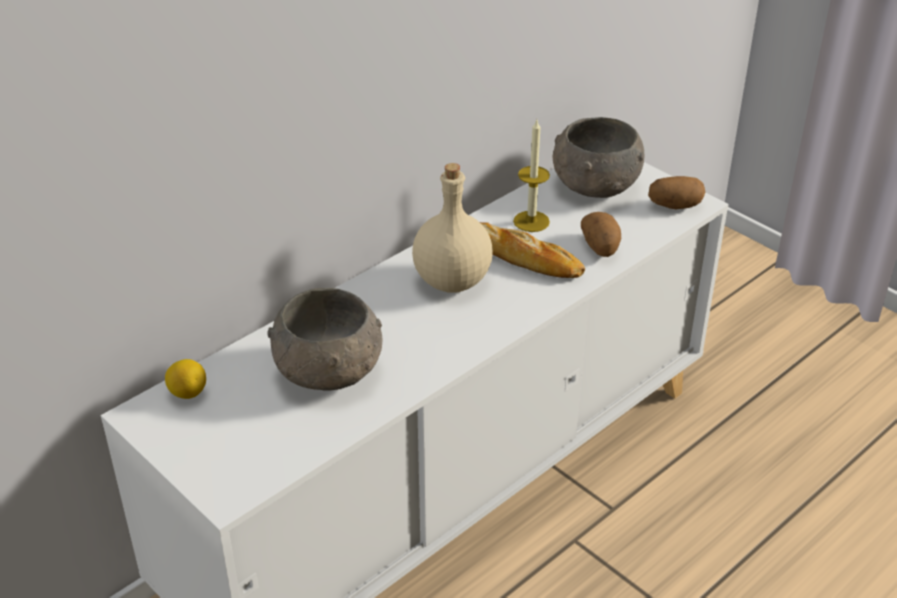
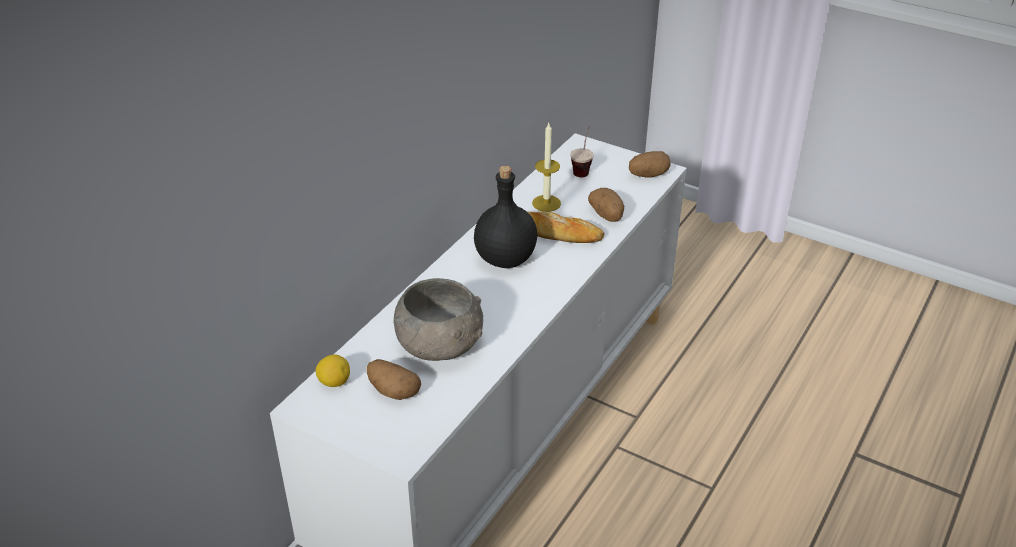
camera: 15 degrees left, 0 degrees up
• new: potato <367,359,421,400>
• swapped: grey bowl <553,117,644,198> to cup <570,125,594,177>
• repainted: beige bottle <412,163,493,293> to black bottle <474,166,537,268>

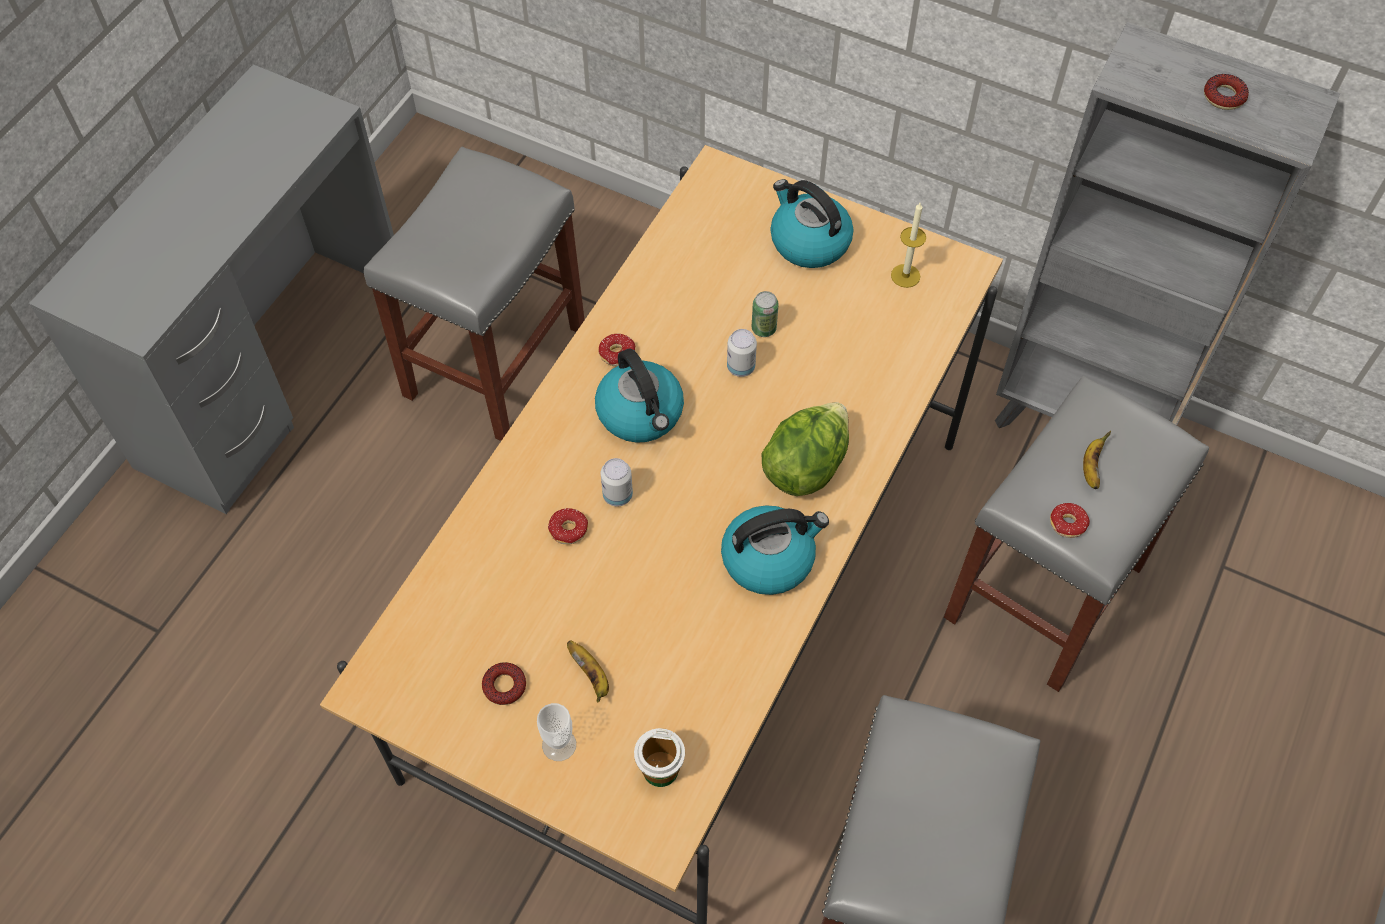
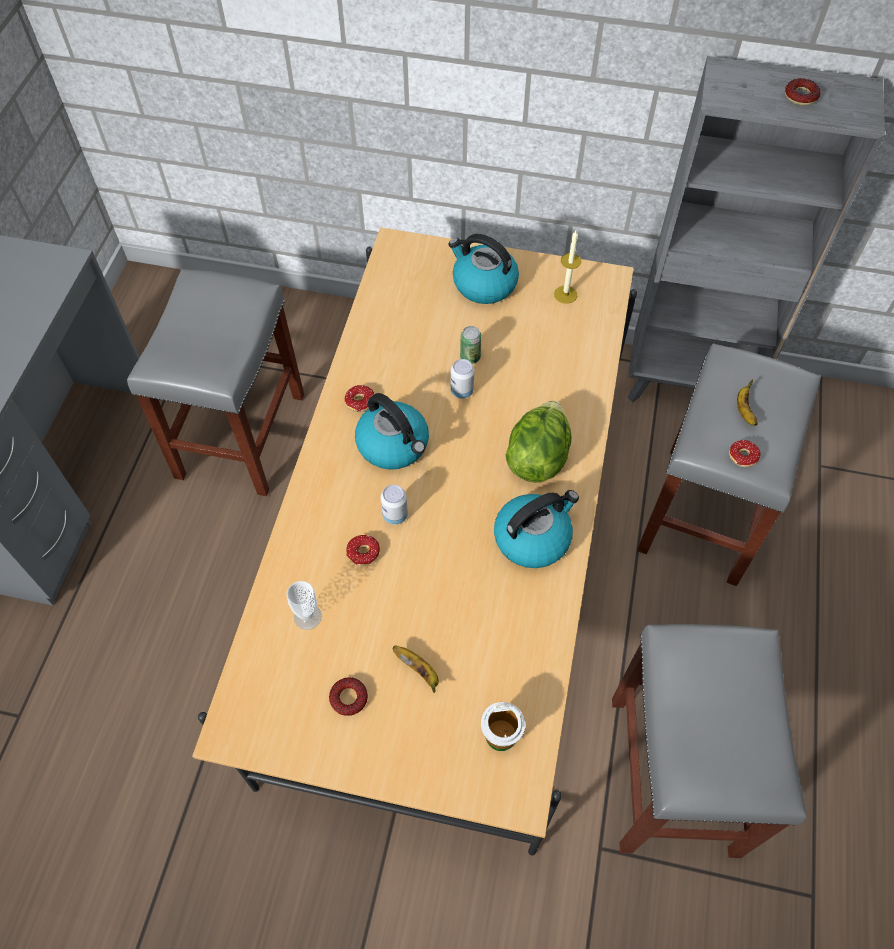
camera: 15 degrees left, 0 degrees up
• shifted: cup <537,703,576,761> to <286,581,322,630>

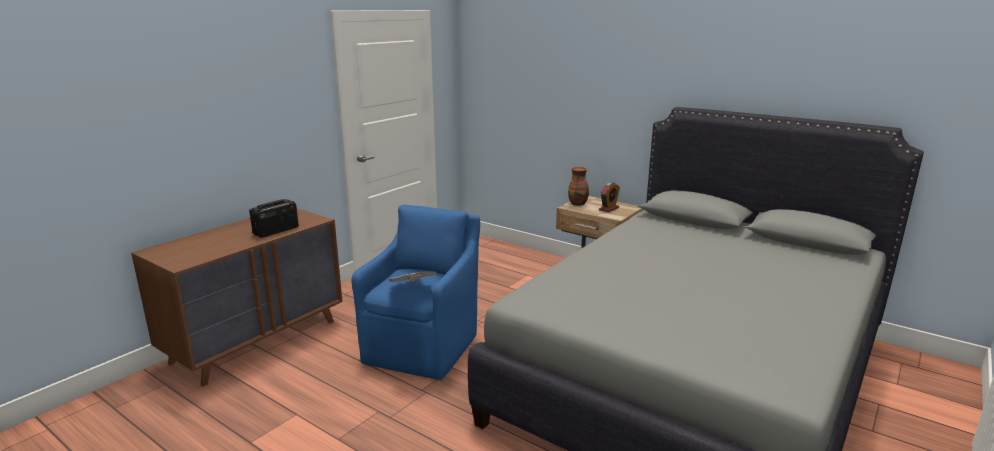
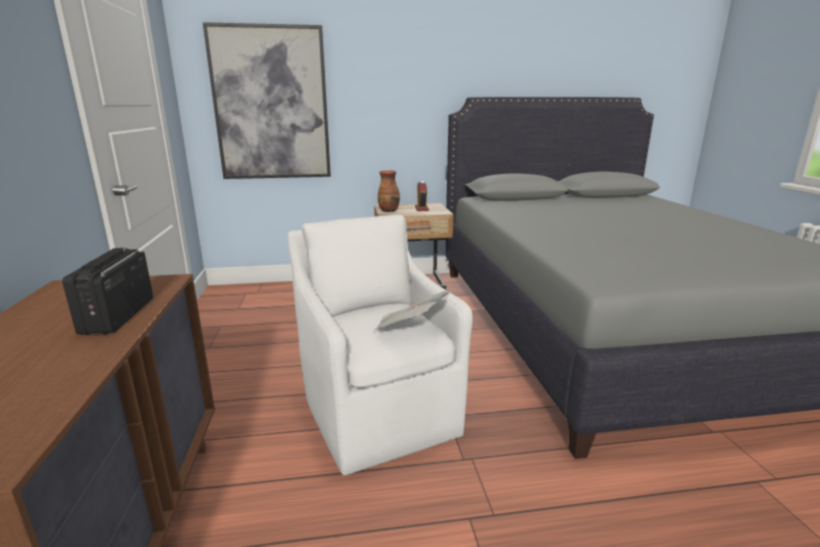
camera: 45 degrees left, 0 degrees up
• new: picture <203,22,331,179>
• repainted: blue armchair <352,204,480,380> to white armchair <287,214,473,475>

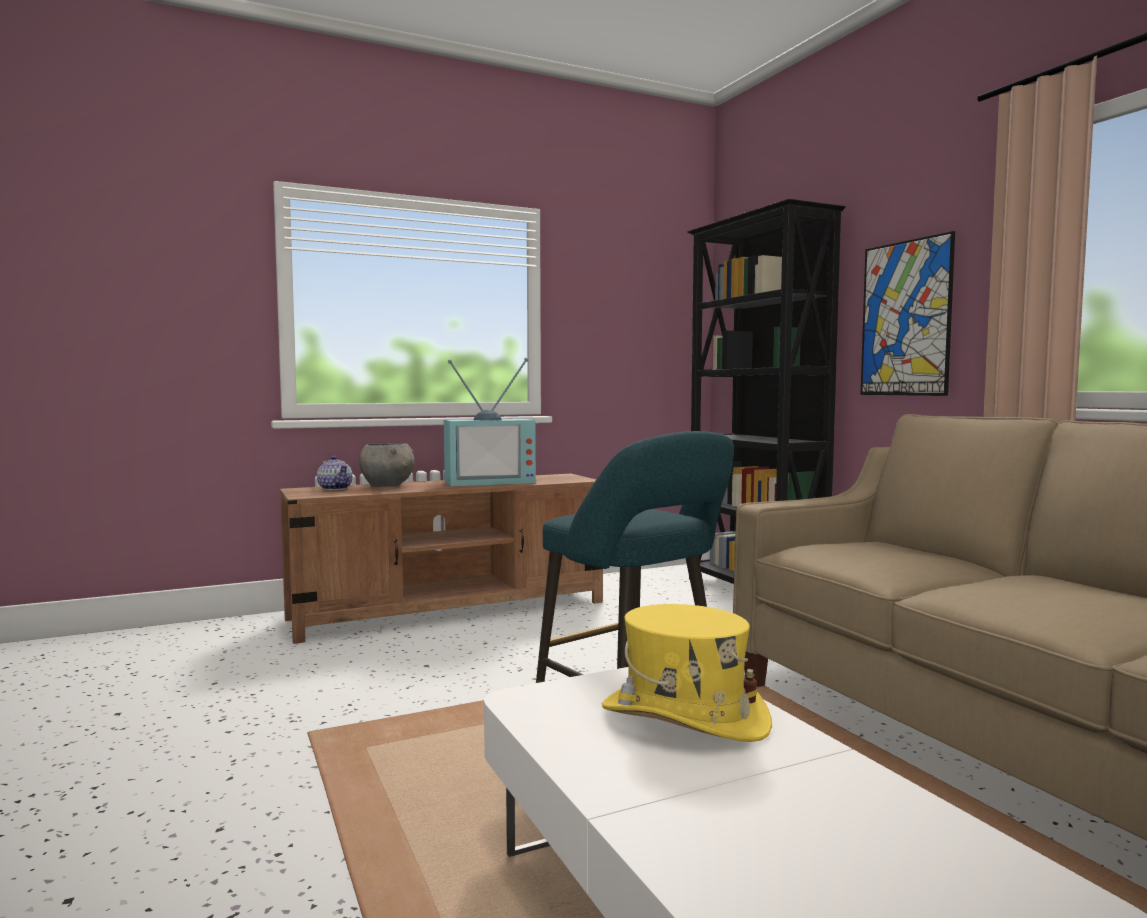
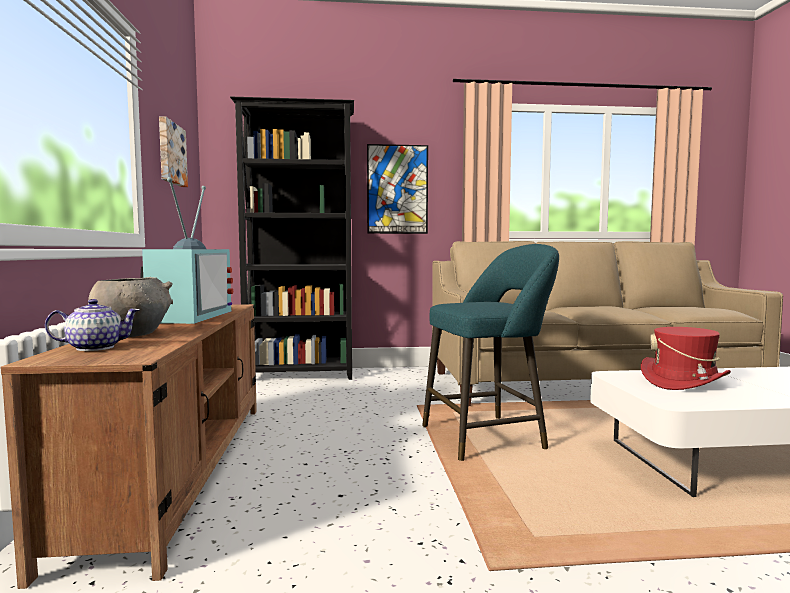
camera: 70 degrees left, 0 degrees up
• new: picture <159,116,188,187>
• repainted: yellow hat <602,604,772,742> to red hat <641,327,731,390>

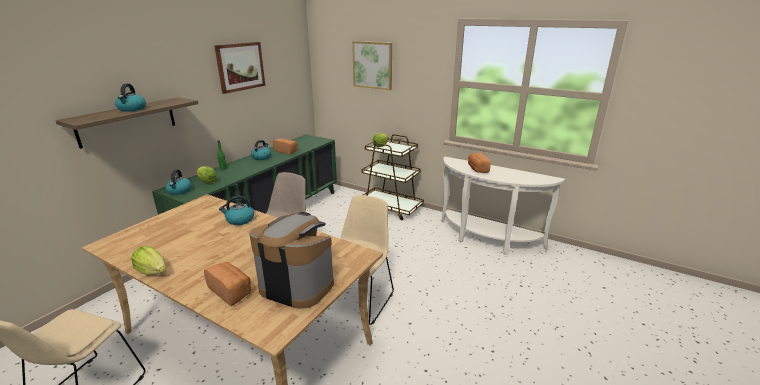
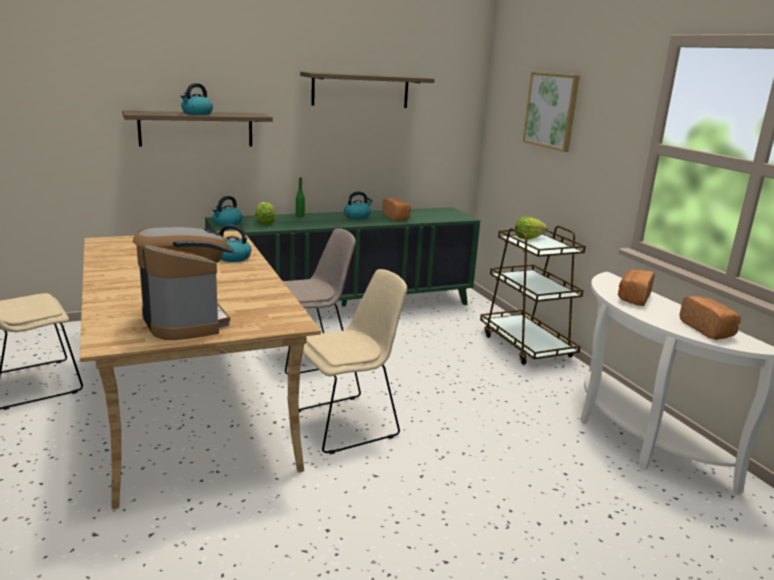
camera: 35 degrees right, 5 degrees down
• gone: lettuce <131,246,166,275>
• shifted: bread <204,262,251,306> to <679,296,741,340>
• swapped: picture <214,42,265,94> to shelf <300,72,435,108>

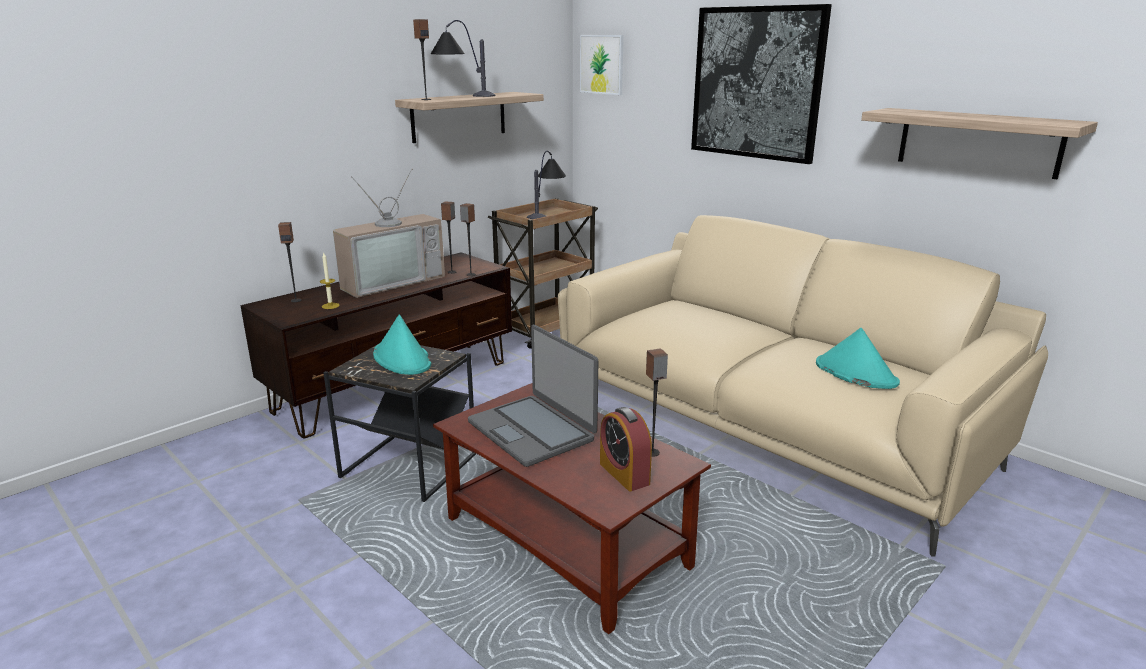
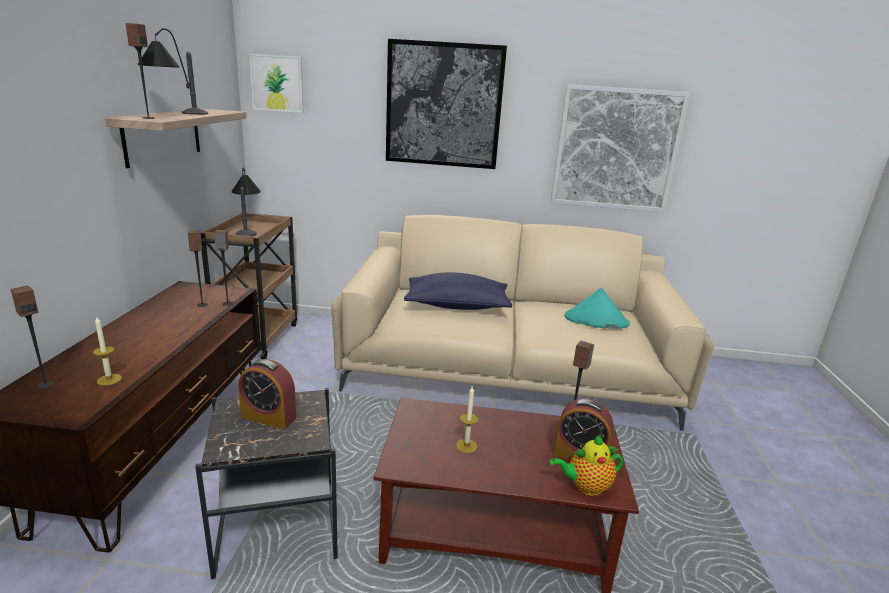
camera: 40 degrees left, 0 degrees up
• gone: television <333,169,445,298>
• new: blue pillow <404,272,512,310>
• new: teapot <550,435,623,496>
• swapped: turquoise hat <373,314,431,375> to alarm clock <238,359,296,430>
• swapped: laptop <468,325,598,467> to candle <456,386,479,453>
• swapped: shelf <861,108,1098,179> to picture <551,84,691,212>

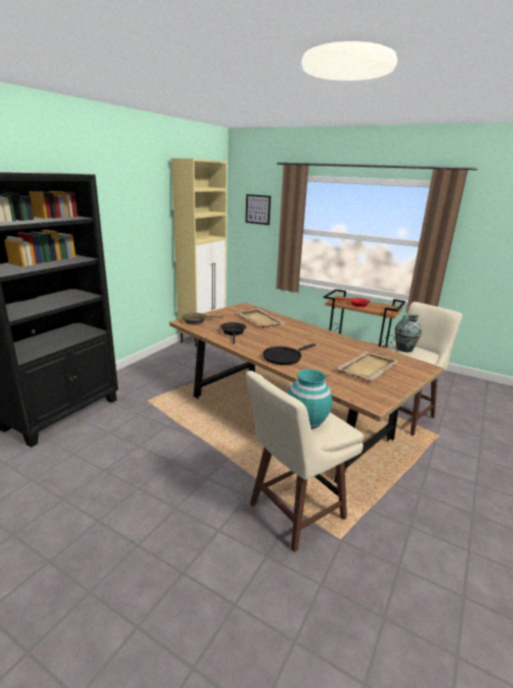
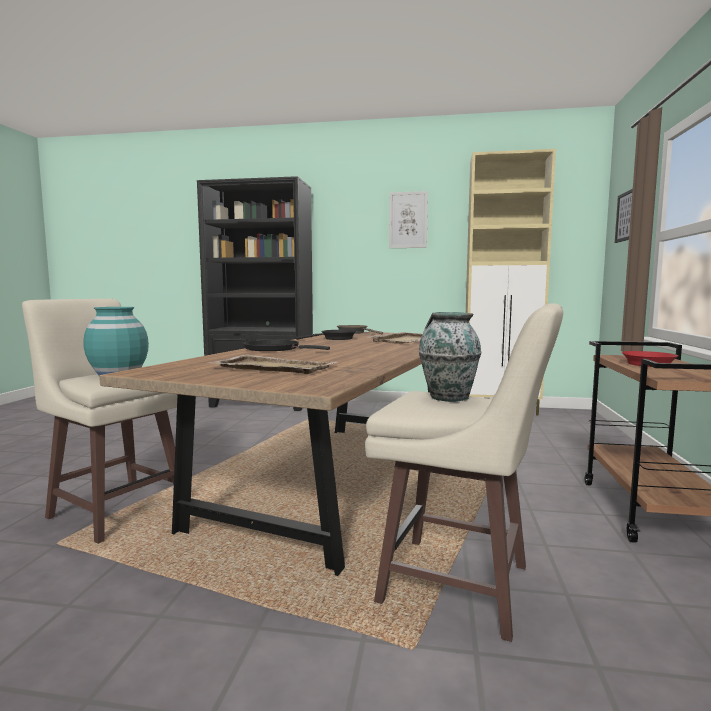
camera: 70 degrees right, 15 degrees down
• new: picture <389,191,428,248>

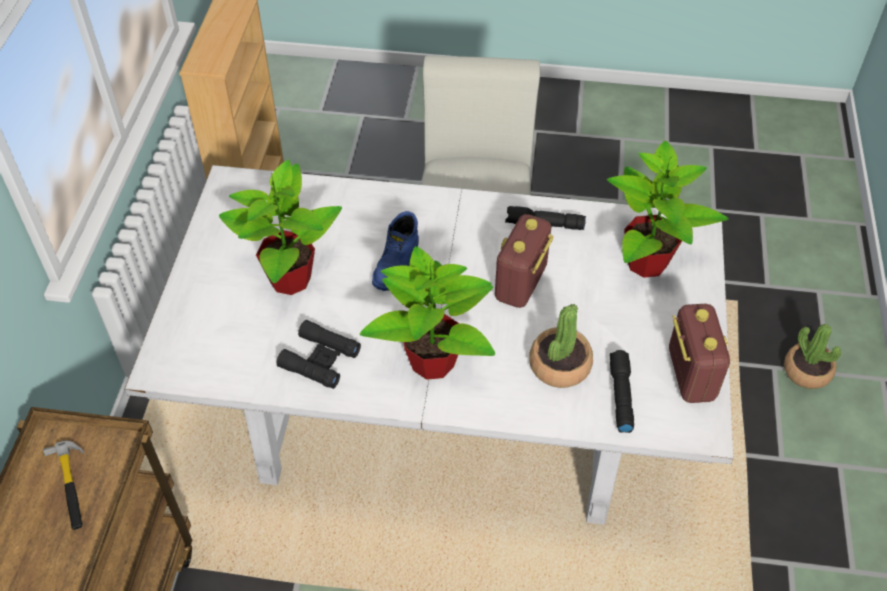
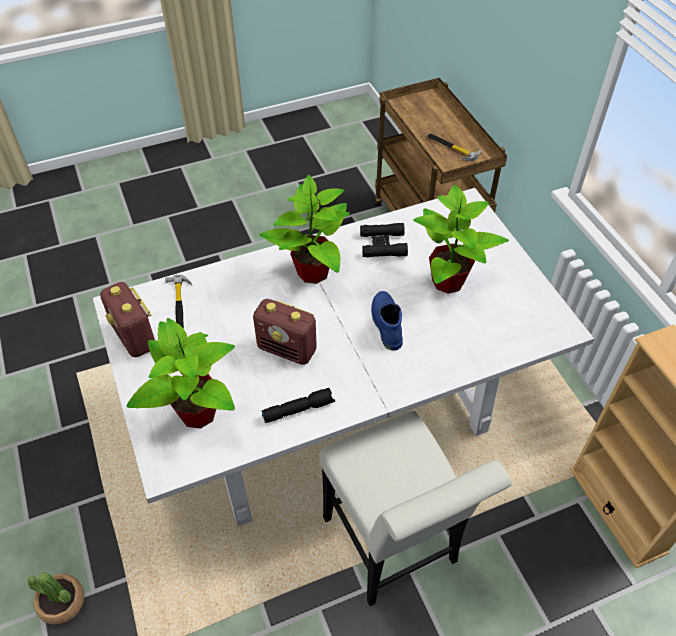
camera: 150 degrees right, 0 degrees up
• gone: potted plant <529,304,593,388>
• swapped: black flashlight <610,350,634,433> to hammer <165,275,192,328>
• rotated: radio <495,214,554,308> = <253,299,317,365> 120 degrees clockwise

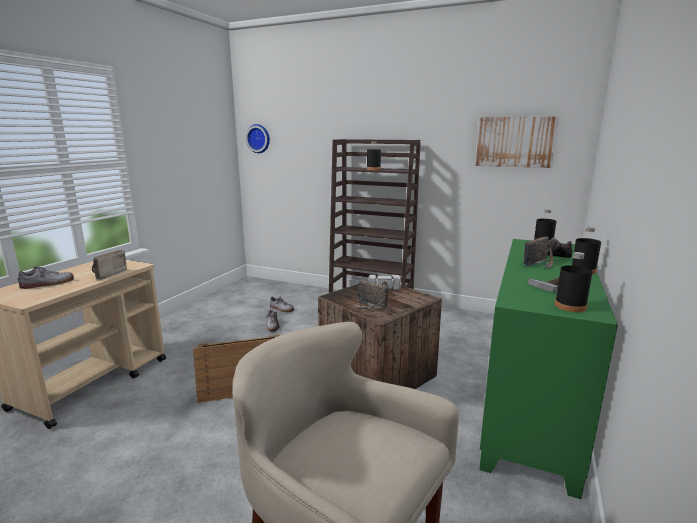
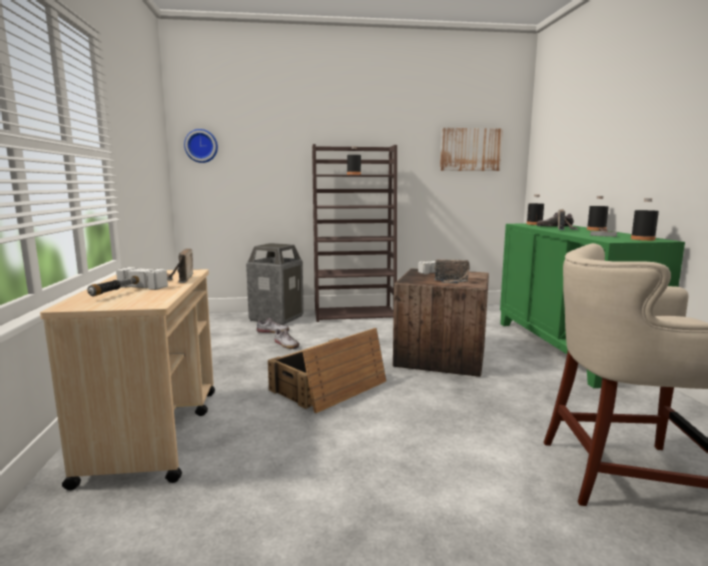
camera: 30 degrees left, 5 degrees down
• new: trash can <246,243,304,325>
• swapped: shoe <18,266,74,289> to hammer <87,267,168,296>

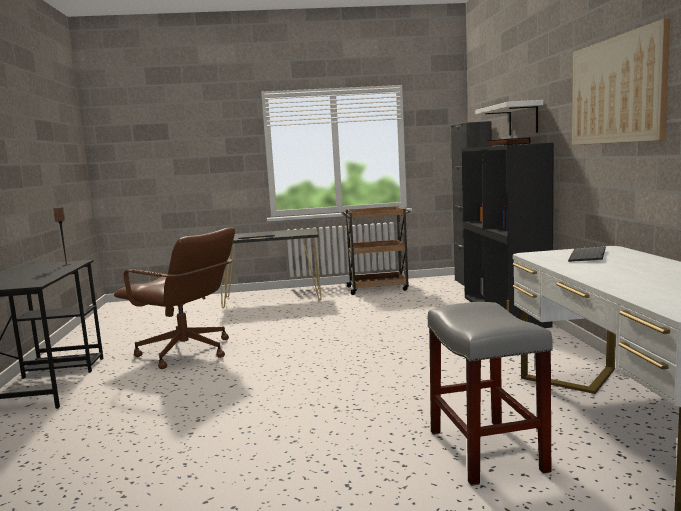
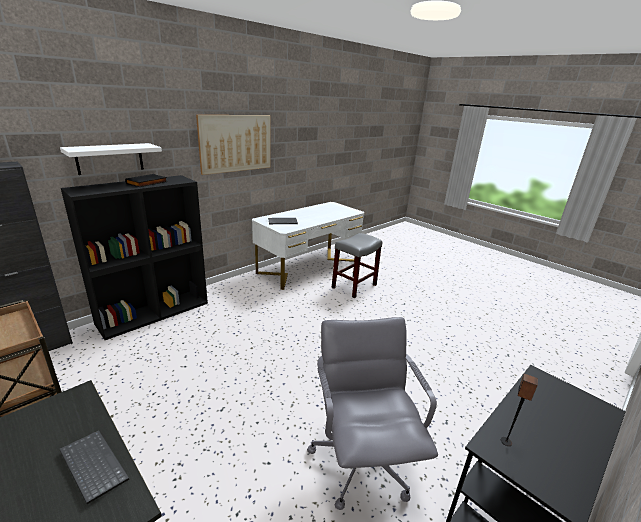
camera: 130 degrees left, 15 degrees up
• repainted: brown office chair <114,228,235,369> to grey office chair <307,317,438,510>

